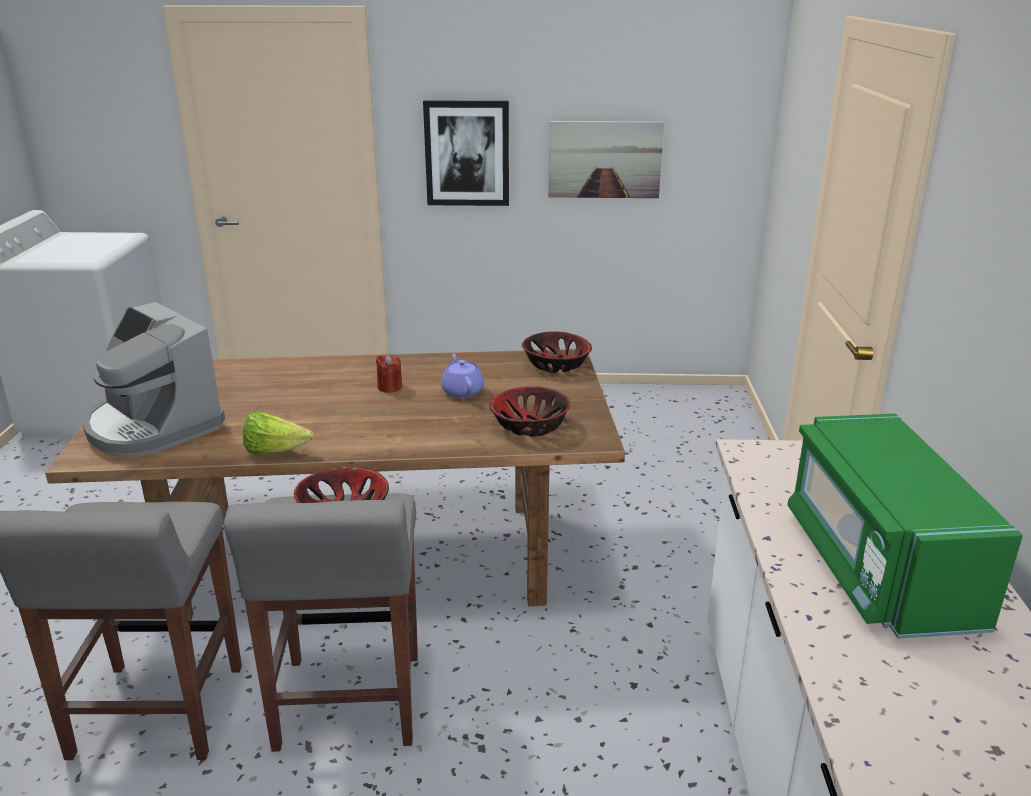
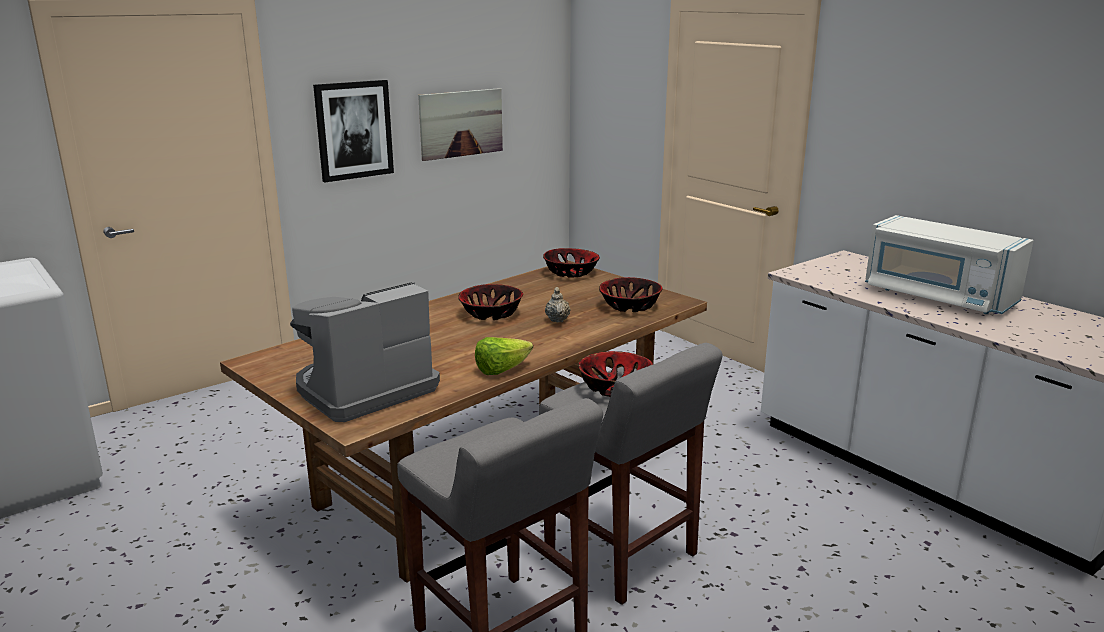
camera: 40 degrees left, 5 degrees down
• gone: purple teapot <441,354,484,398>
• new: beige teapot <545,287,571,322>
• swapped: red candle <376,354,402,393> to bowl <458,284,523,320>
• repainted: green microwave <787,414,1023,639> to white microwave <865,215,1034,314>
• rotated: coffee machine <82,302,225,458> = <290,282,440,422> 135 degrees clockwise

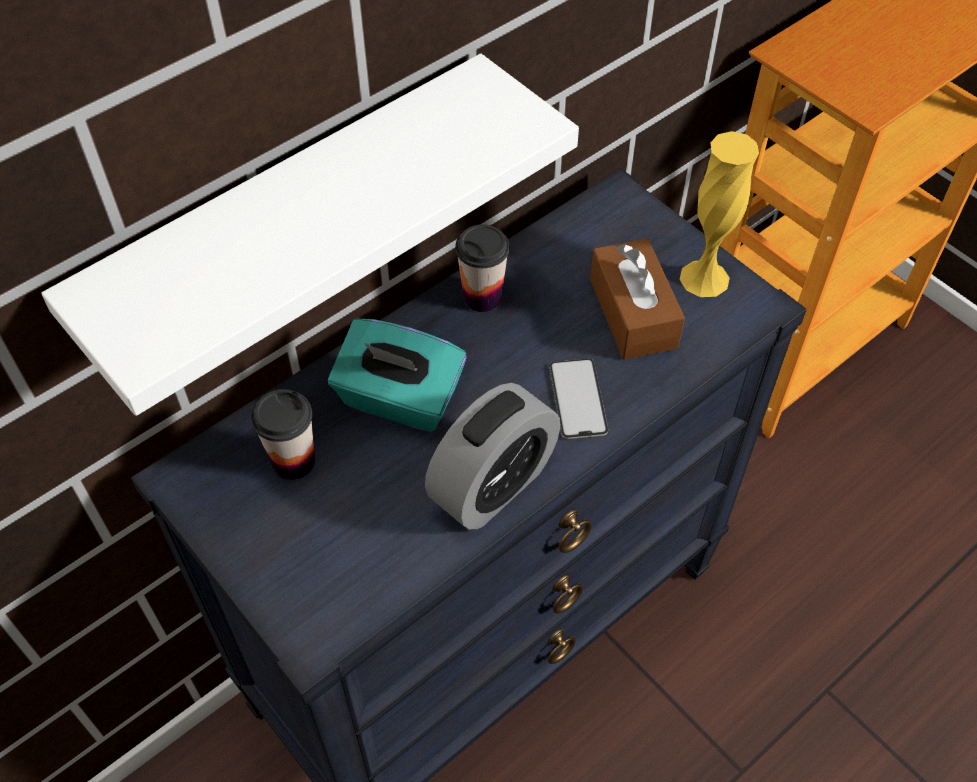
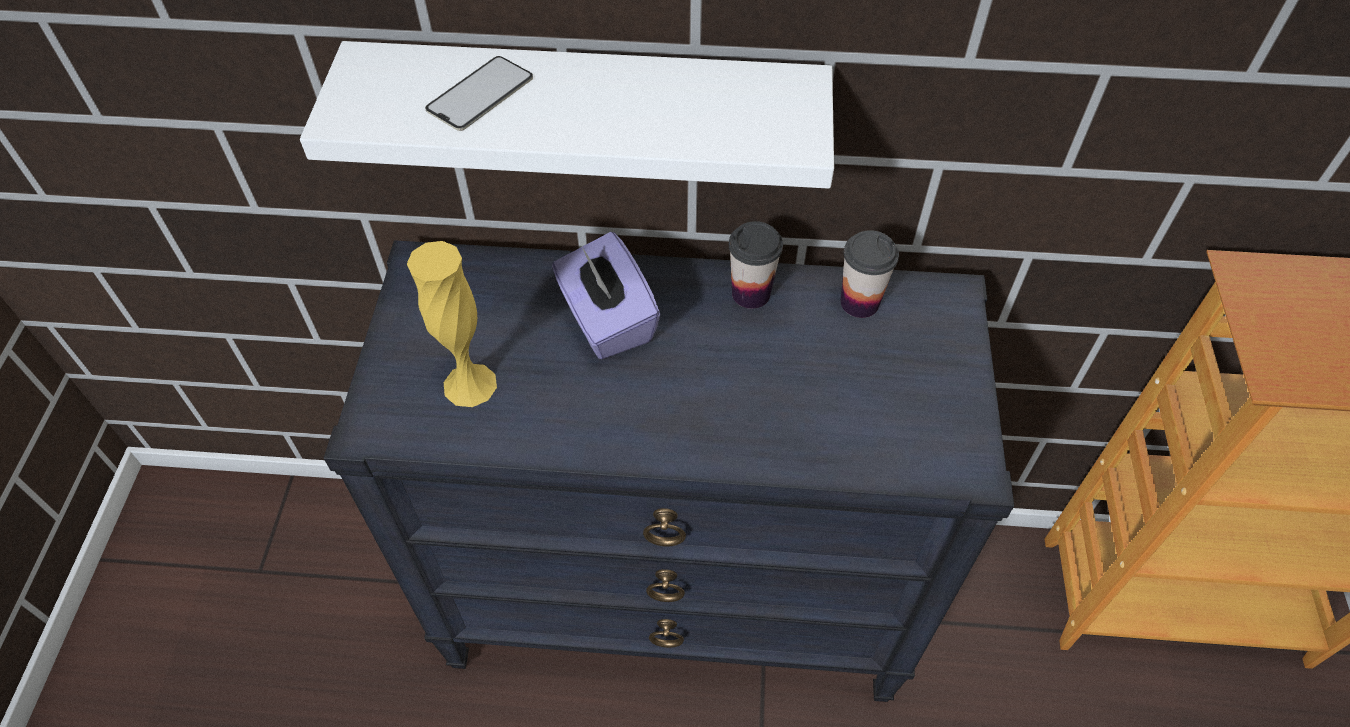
camera: 45 degrees right, 0 degrees up
• gone: alarm clock <425,383,560,529>
• gone: brown tissue box <590,238,685,360>
• shifted: cup <251,389,315,480> to <840,230,899,318>
• shifted: phone <549,359,608,439> to <425,56,533,131>
• shifted: yellow vase <679,131,759,297> to <407,241,497,407>
• repainted: turquoise tissue box <328,319,467,432> to purple tissue box <552,232,661,359>

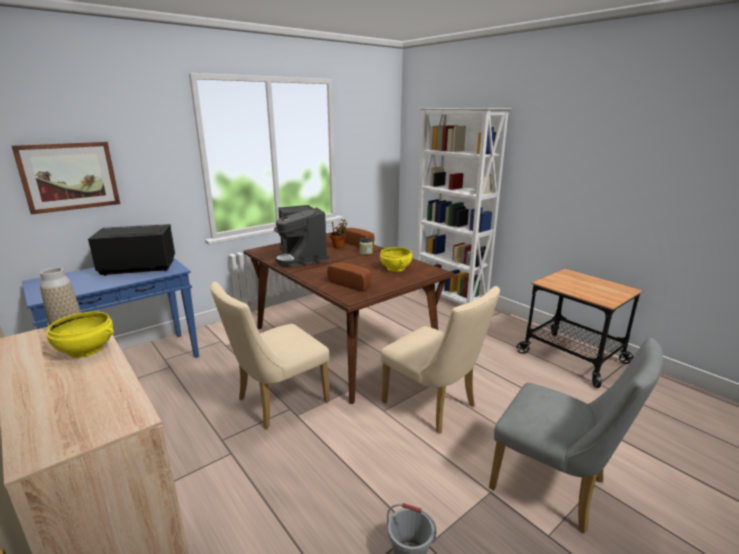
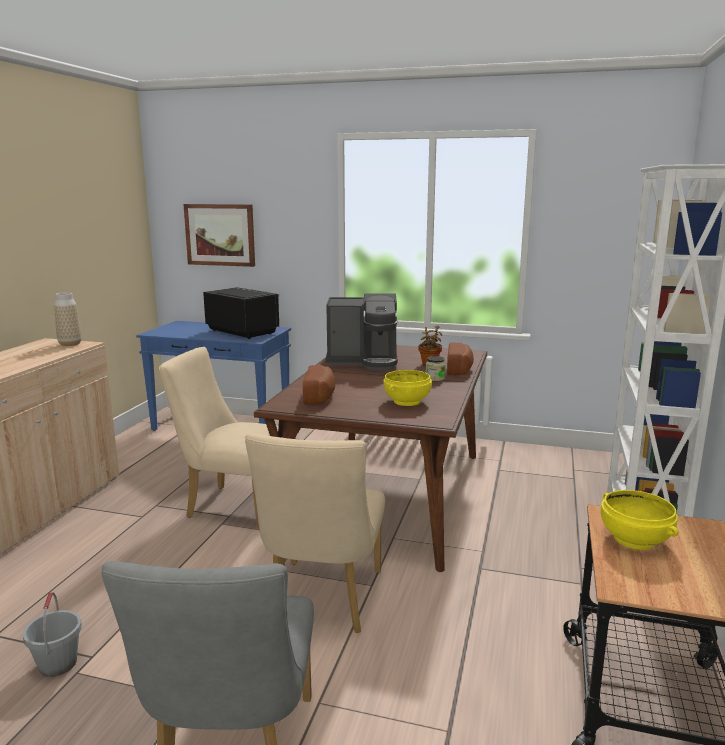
camera: 55 degrees right, 5 degrees down
• shifted: yellow bowl <47,312,114,358> to <601,490,678,550>
• rotated: coffee machine <274,205,329,267> = <325,294,398,371> 120 degrees counterclockwise

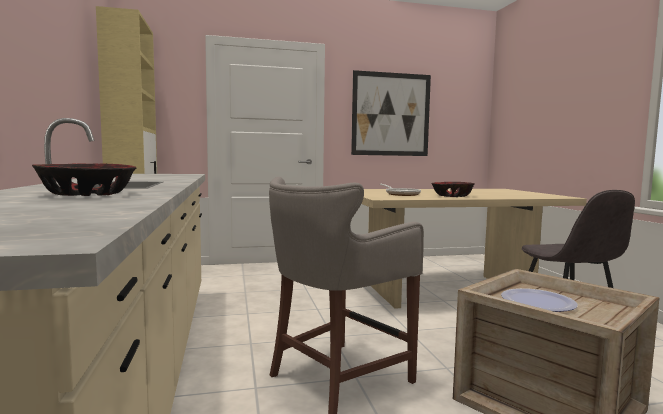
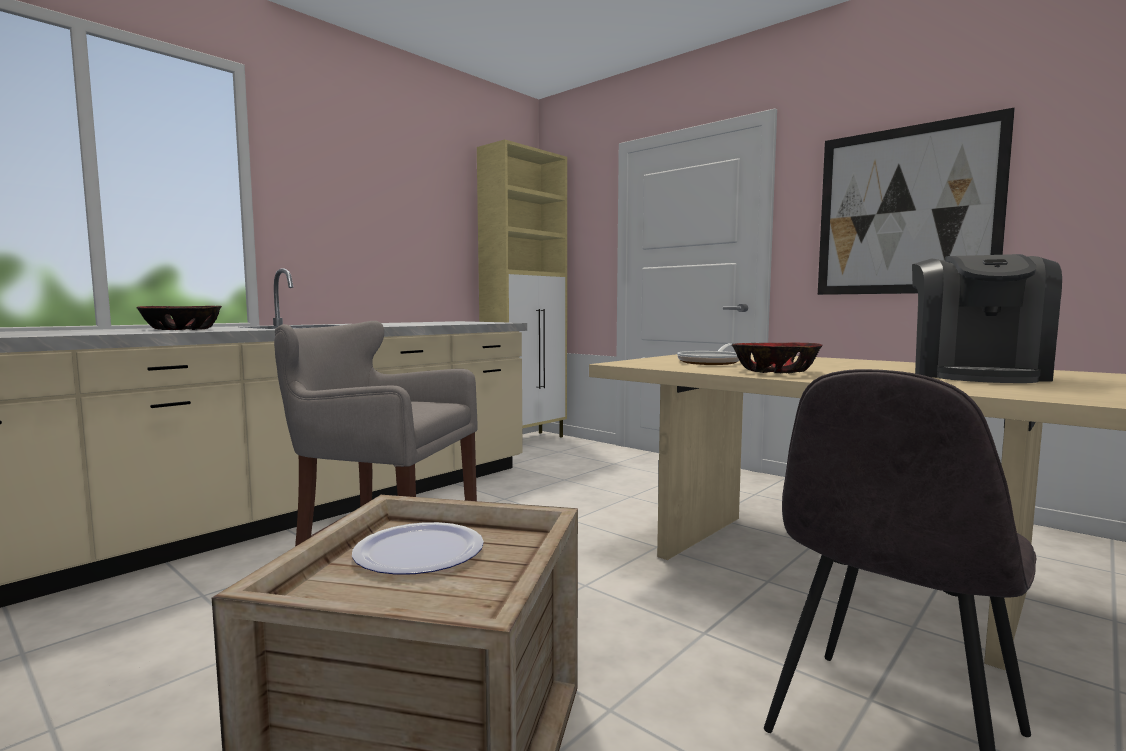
camera: 55 degrees right, 0 degrees up
• new: coffee machine <912,254,1062,383>

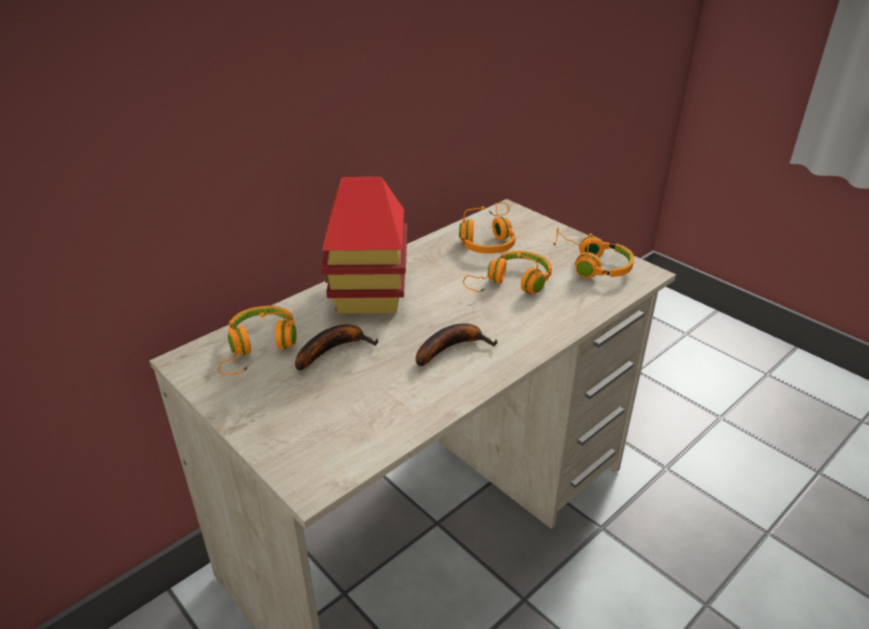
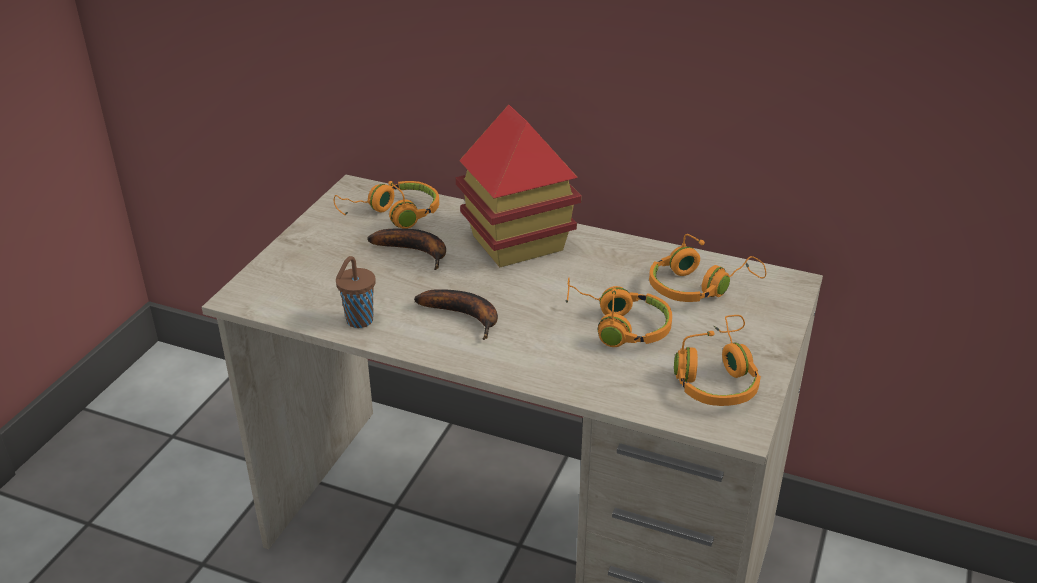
camera: 65 degrees right, 0 degrees up
• new: brown cup <336,256,376,328>

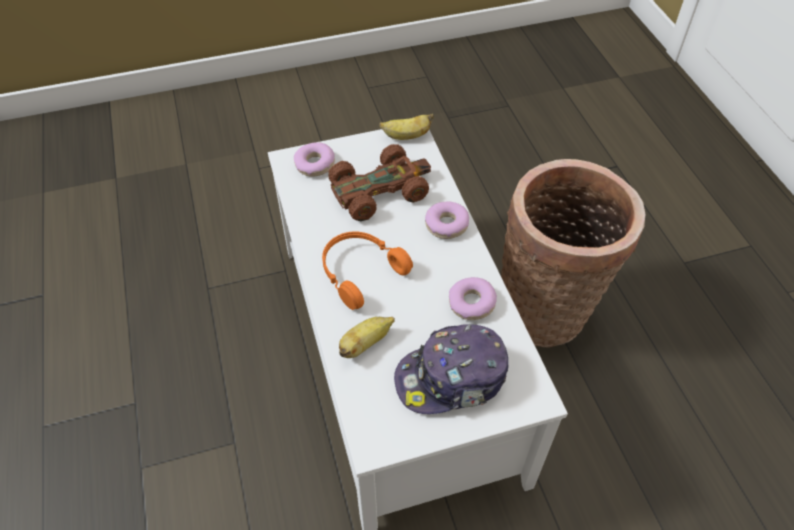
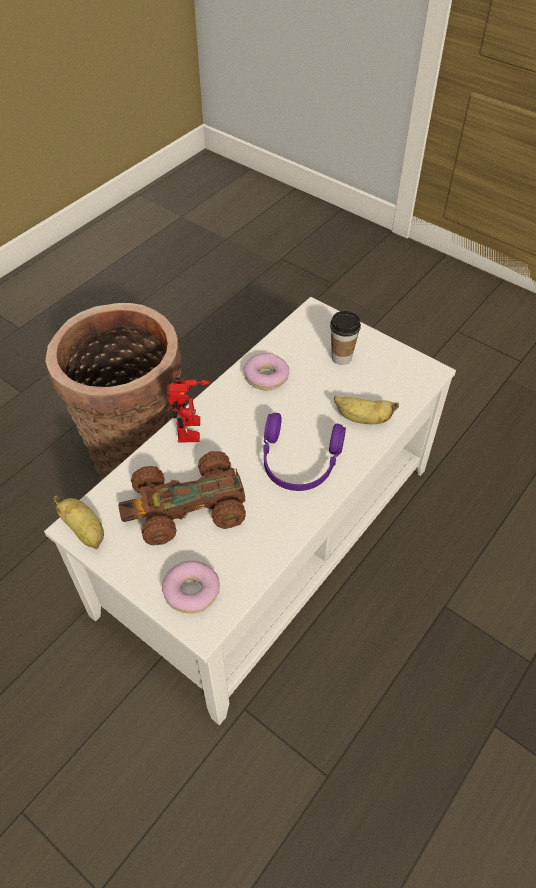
camera: 125 degrees left, 0 degrees up
• swapped: cap <394,325,509,414> to cup <330,311,361,365>
• swapped: donut <425,202,469,239> to toy robot <167,378,211,443>
• repainted: orange headphones <322,232,413,310> to purple headphones <263,413,346,491>
• rotated: brown toy car <328,144,431,221> = <118,451,246,545> 45 degrees counterclockwise

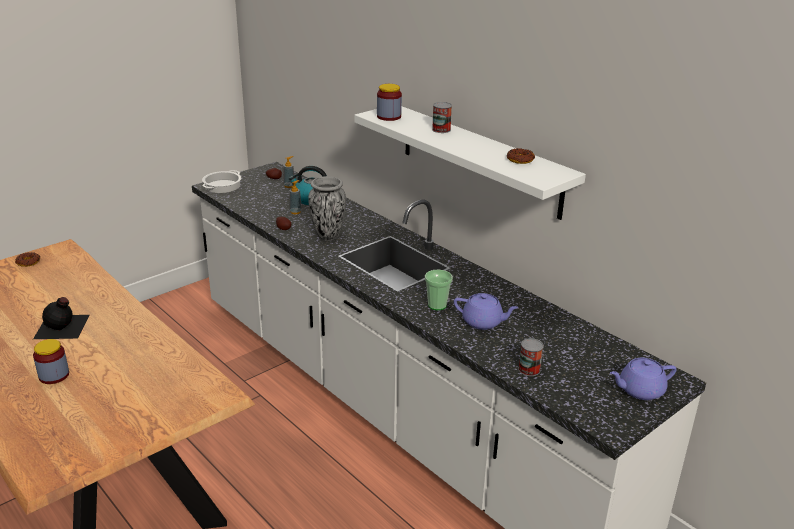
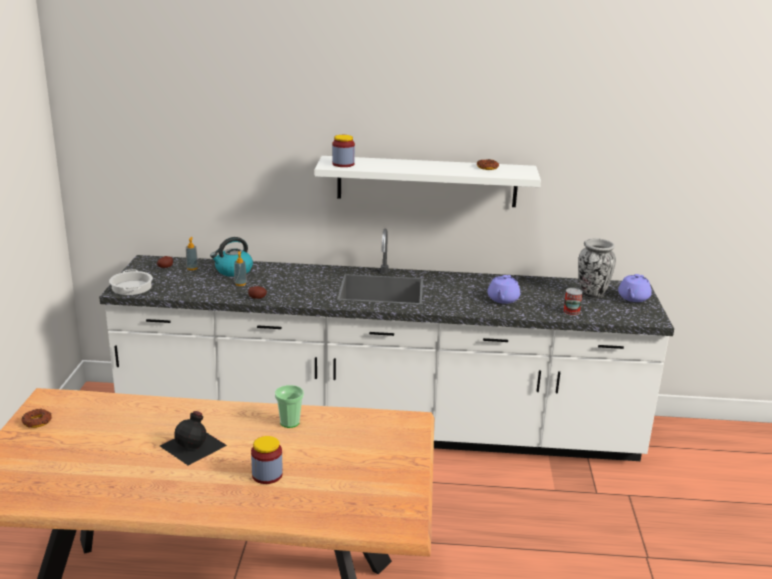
camera: 45 degrees left, 5 degrees down
• gone: can <432,102,452,133>
• shifted: vase <308,176,346,241> to <578,238,616,299>
• shifted: cup <425,270,453,310> to <275,385,304,428>
• rotated: purple teapot <454,293,519,330> = <487,275,520,304> 135 degrees clockwise

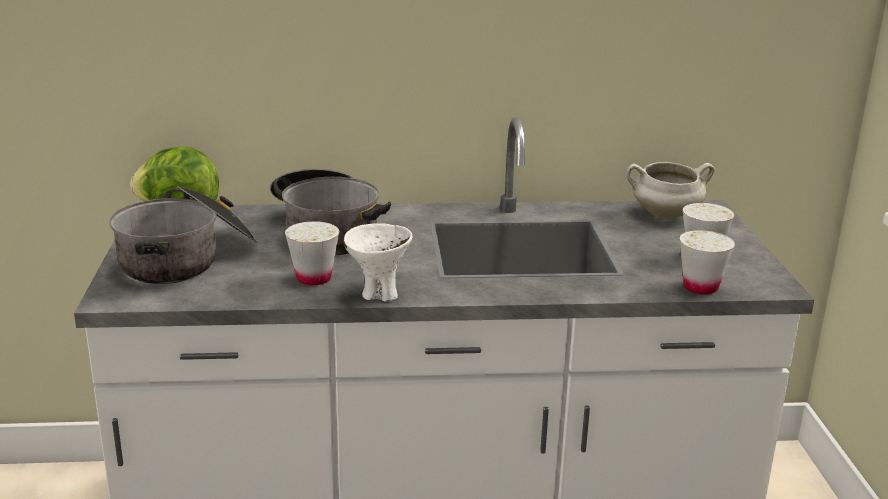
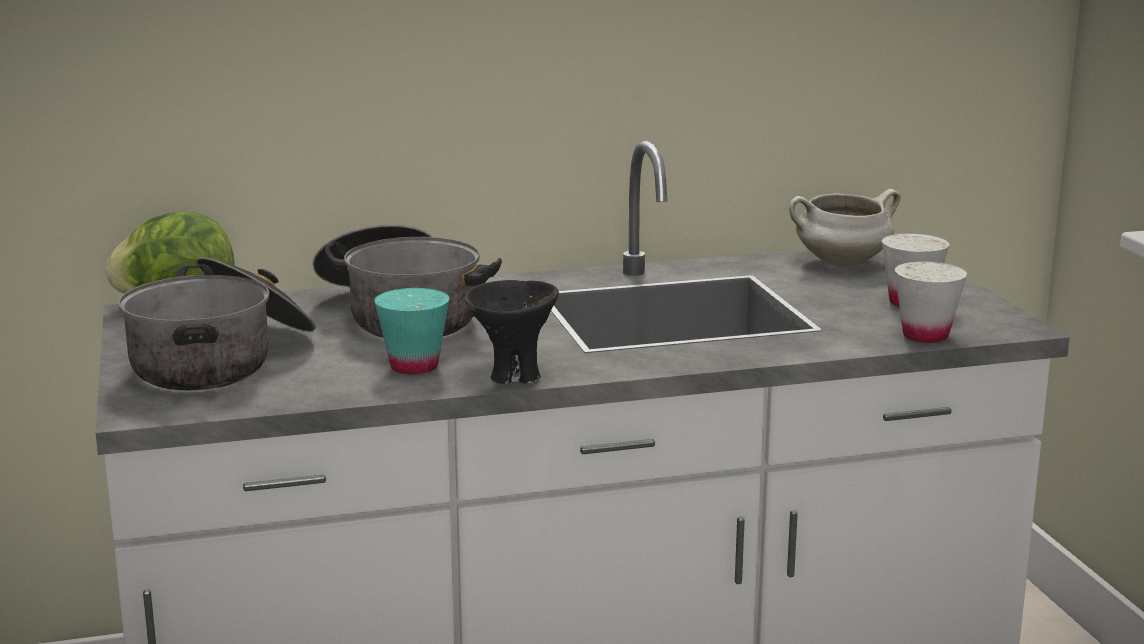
camera: 10 degrees left, 5 degrees down
• repainted: white cup <285,221,339,285> to turquoise cup <374,288,450,374>
• repainted: white bowl <343,223,413,301> to black bowl <465,280,559,384>

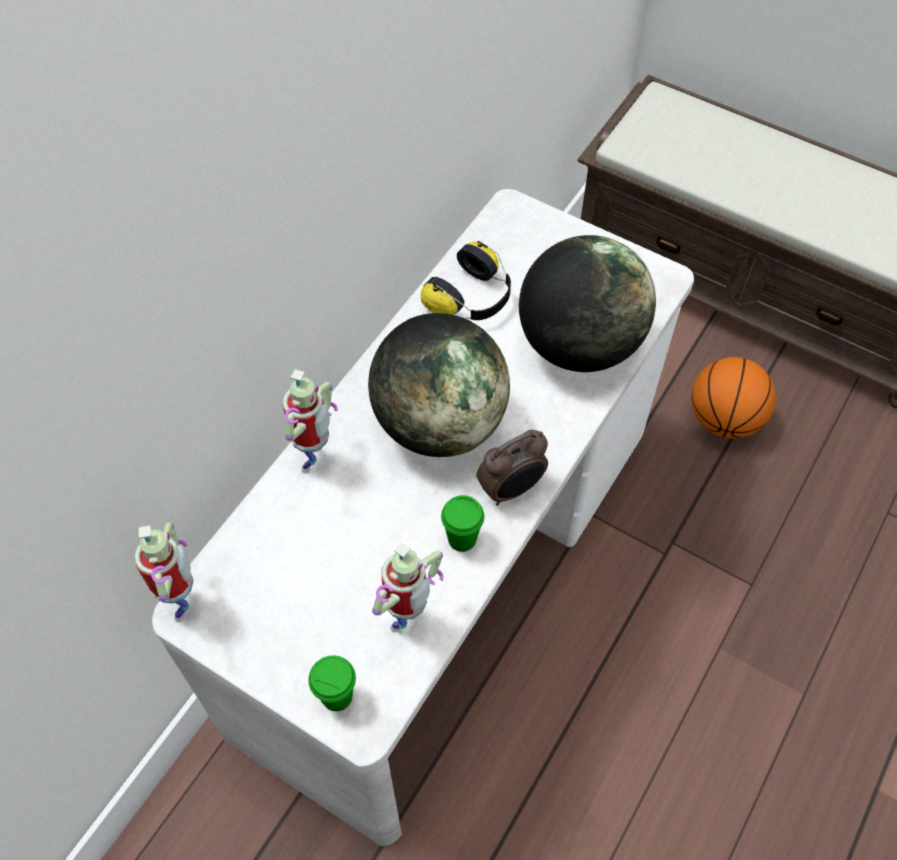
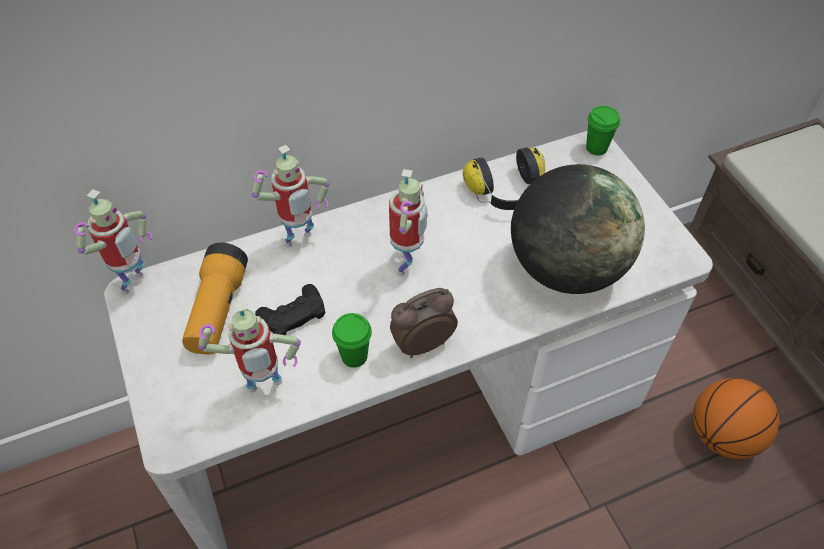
camera: 35 degrees right, 5 degrees down
• new: flashlight <182,243,248,354>
• new: black game controller <255,284,325,335>
• shifted: green cup <308,655,356,711> to <586,106,620,155>
• swapped: globe <368,313,510,457> to toy robot <389,169,428,276>
• rotated: alarm clock <476,430,548,506> = <390,288,458,358> 150 degrees clockwise

